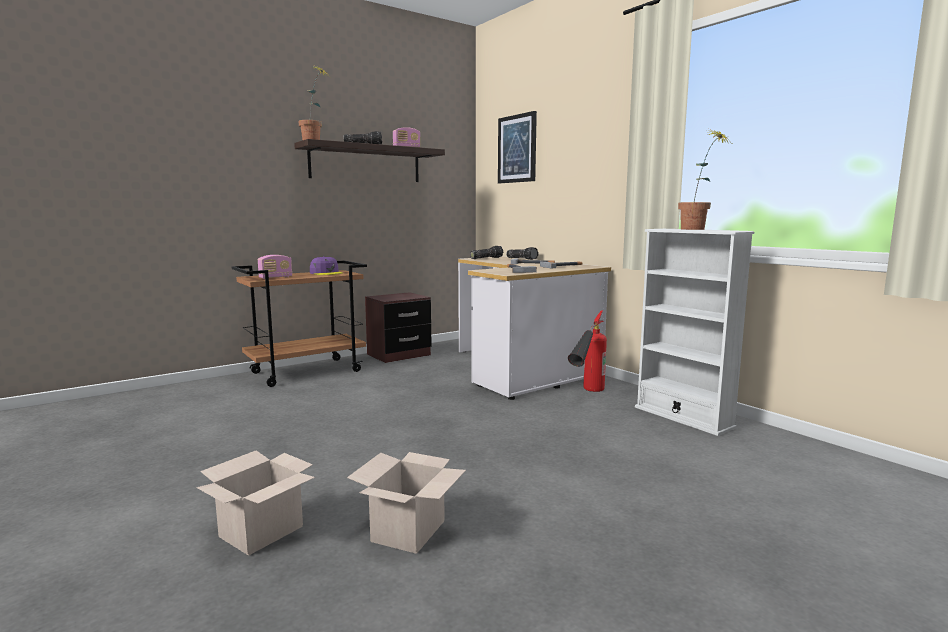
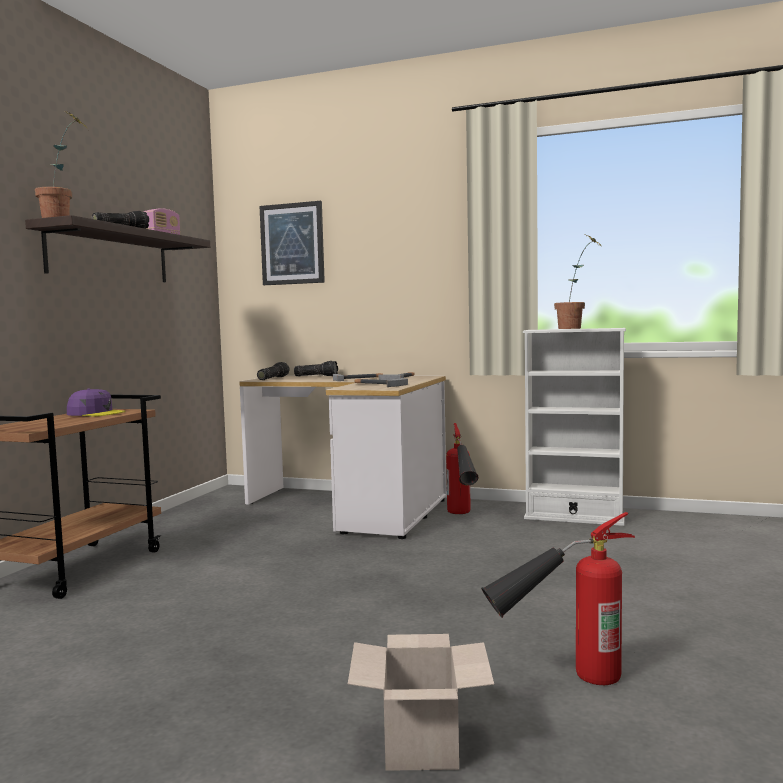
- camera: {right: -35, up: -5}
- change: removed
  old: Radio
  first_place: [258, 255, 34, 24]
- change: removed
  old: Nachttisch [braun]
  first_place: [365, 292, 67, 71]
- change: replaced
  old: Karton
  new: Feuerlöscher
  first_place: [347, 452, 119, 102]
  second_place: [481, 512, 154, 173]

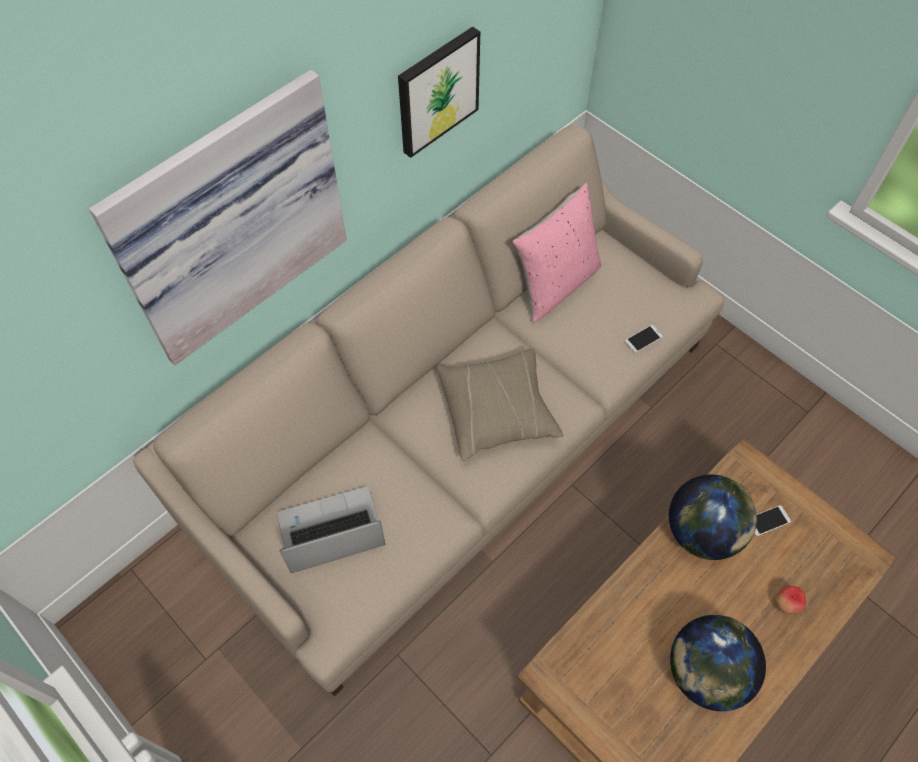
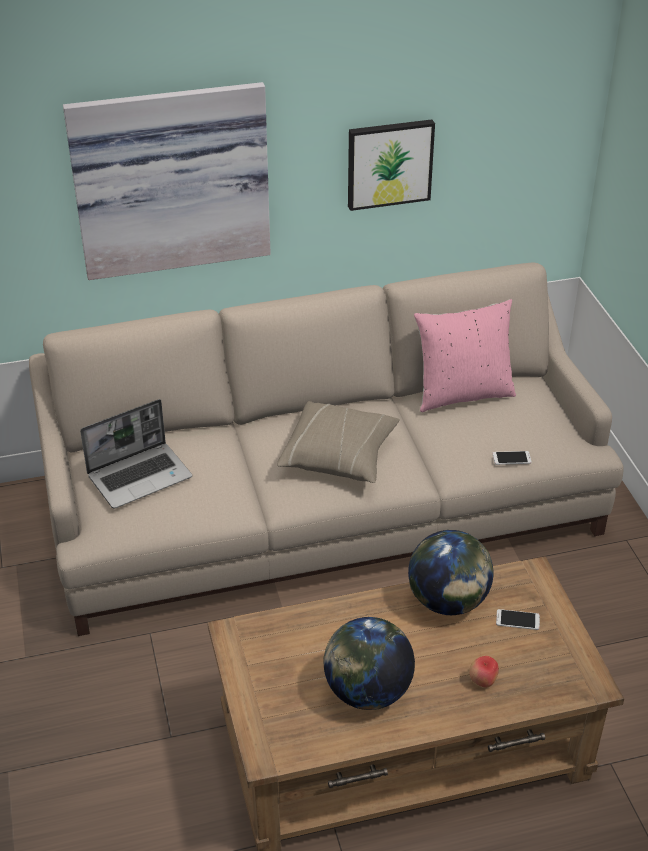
- camera: {right: 30, up: -20}
- change: turned
  old: Laptop
  first_place: [277, 486, 108, 87]
  second_place: [80, 399, 112, 109]
  degrees: 135

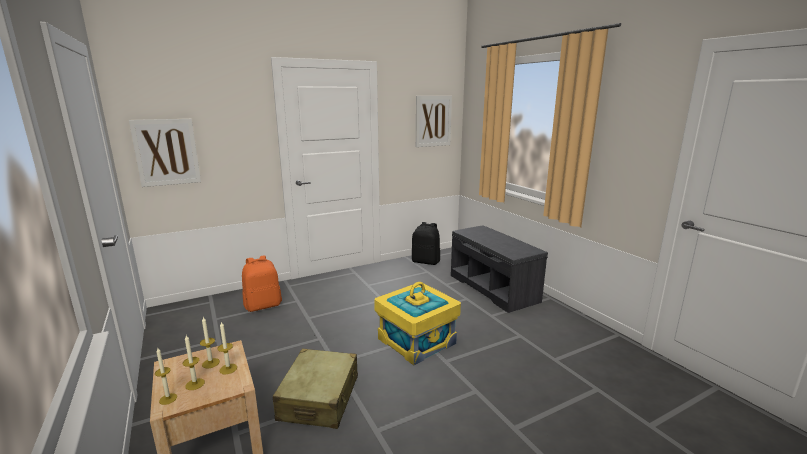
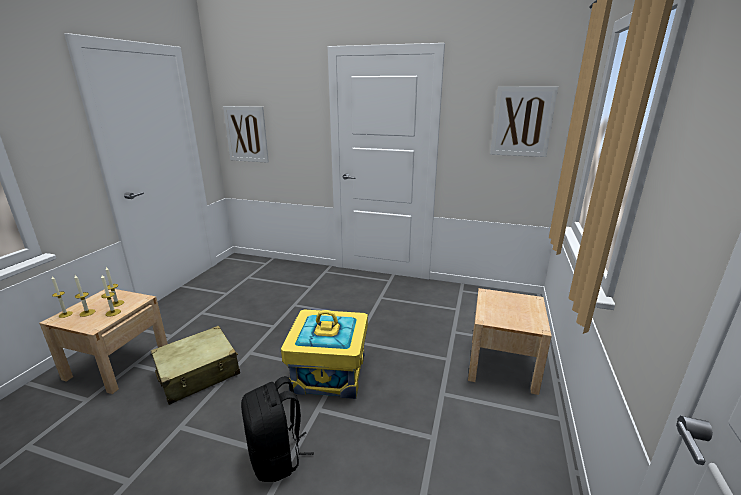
- camera: {right: 45, up: 5}
- change: moved
  old: Rucksack [schwarz]
  first_place: [412, 222, 28, 43]
  second_place: [241, 376, 73, 106]
- change: replaced
  old: Bank [grau]
  new: Nachttisch [beige]
  first_place: [451, 225, 97, 88]
  second_place: [468, 288, 84, 107]
- change: removed
  old: Rucksack [orange]
  first_place: [242, 255, 40, 57]

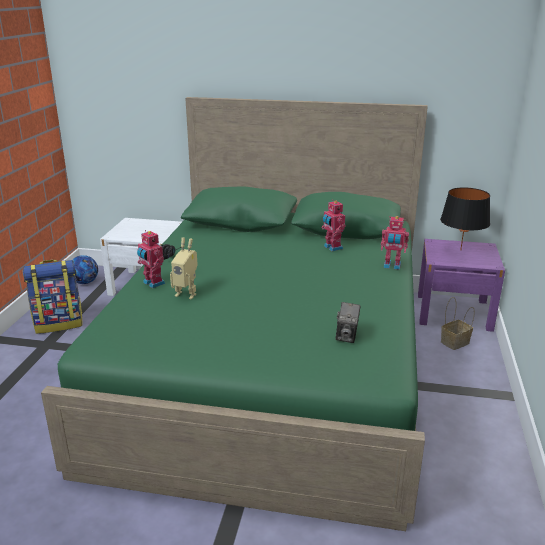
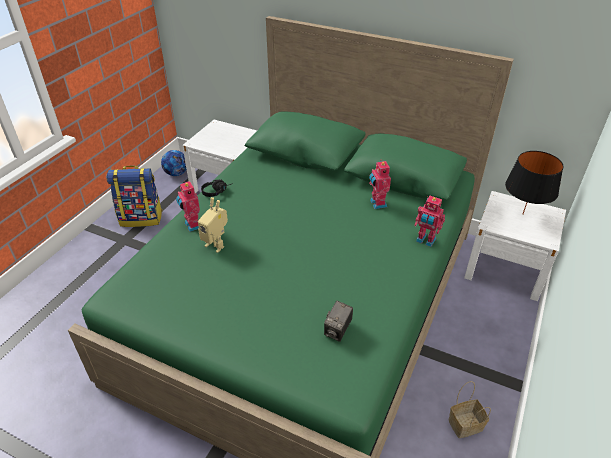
- camera: {right: 15, up: 15}
- change: recoloured
  old: Nachttisch [lila]
  new: Nachttisch [weiß]
  first_place: [418, 239, 87, 93]
  second_place: [464, 191, 102, 110]
- change: moved
  old: Korb
  first_place: [441, 297, 34, 53]
  second_place: [448, 381, 43, 57]

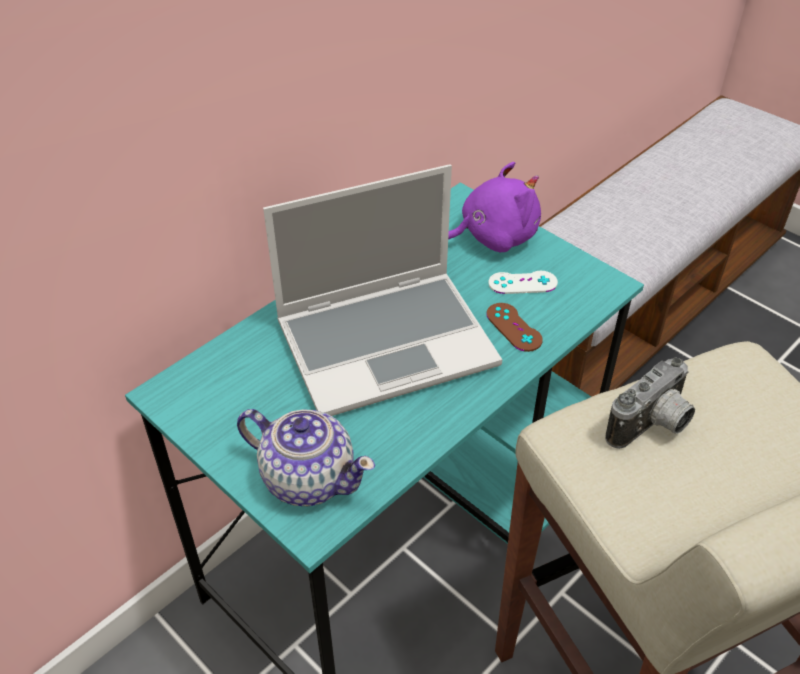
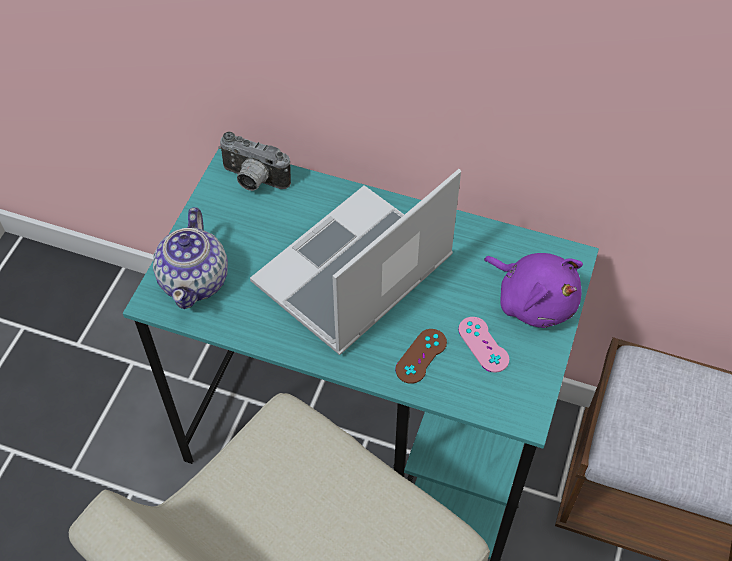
- camera: {right: 65, up: 10}
- change: turned
  old: Laptop
  first_place: [263, 164, 239, 252]
  second_place: [250, 169, 211, 186]
  degrees: 90
- change: recoloured
  old: Gamepad [weiß]
  new: Gamepad [rosa]
  first_place: [488, 271, 70, 23]
  second_place: [458, 317, 51, 56]
- change: moved
  old: Kamera
  first_place: [605, 357, 90, 92]
  second_place: [218, 132, 73, 59]

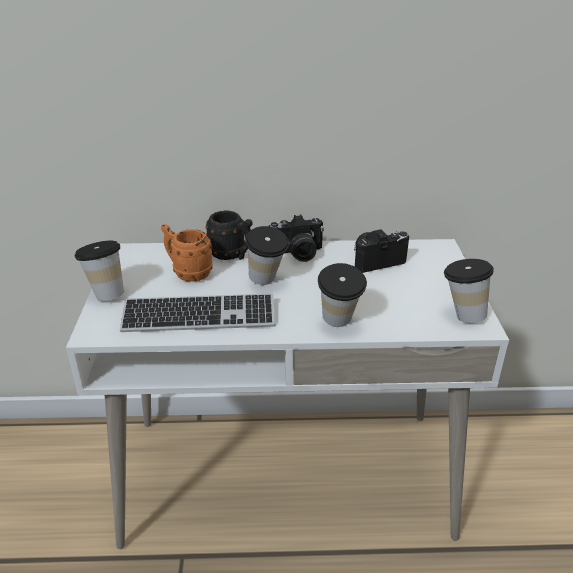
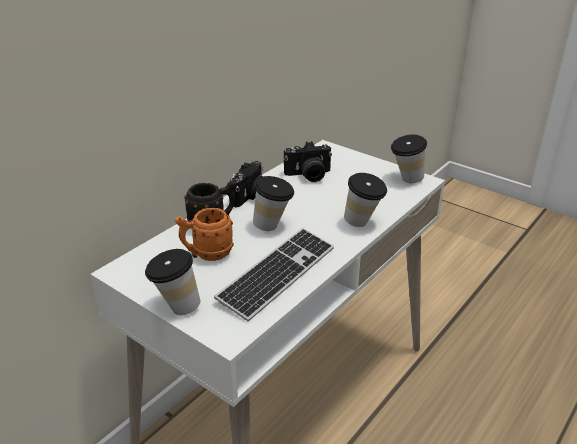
- camera: {right: -50, up: 0}
- change: turned
  old: Kamera
  first_place: [354, 229, 55, 44]
  second_place: [284, 141, 48, 41]
  degrees: -120

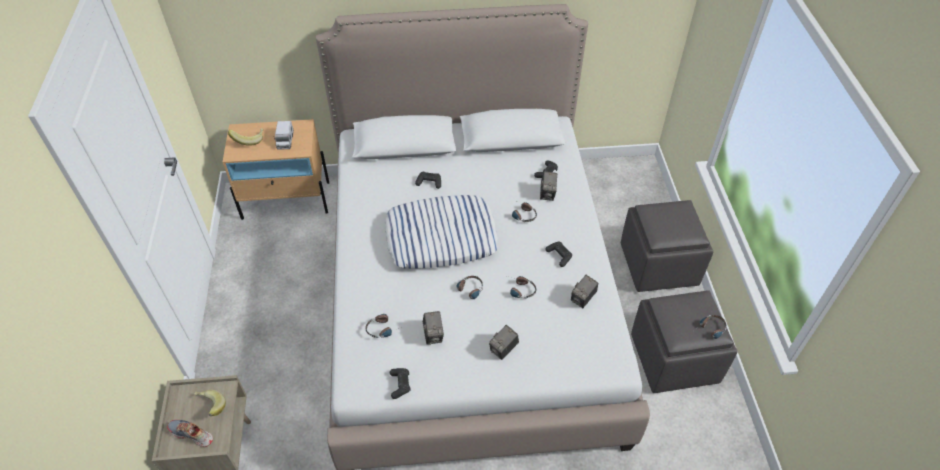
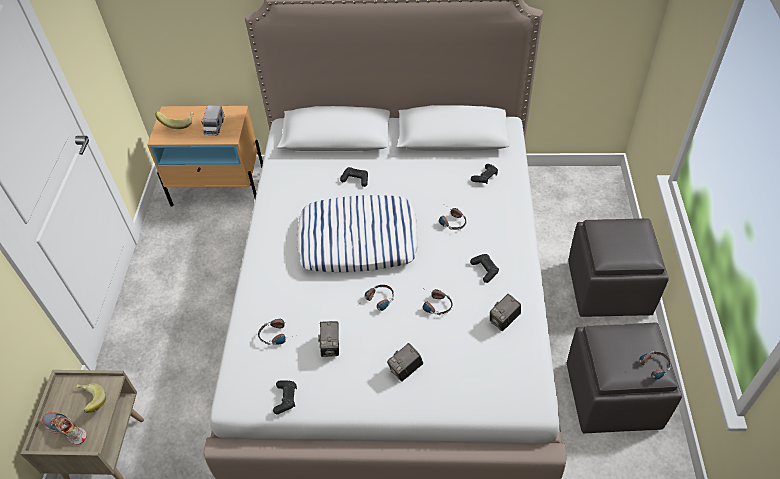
- camera: {right: 10, up: 0}
- change: removed
  old: Kamera
  first_place: [540, 172, 17, 29]

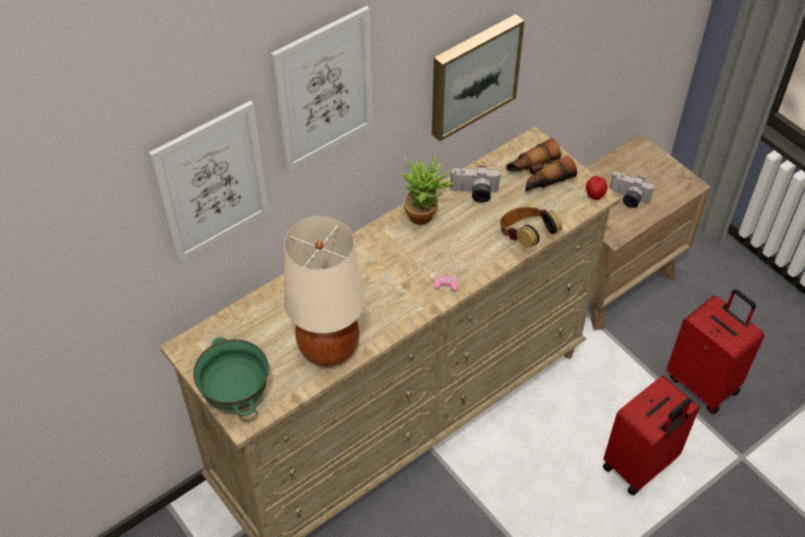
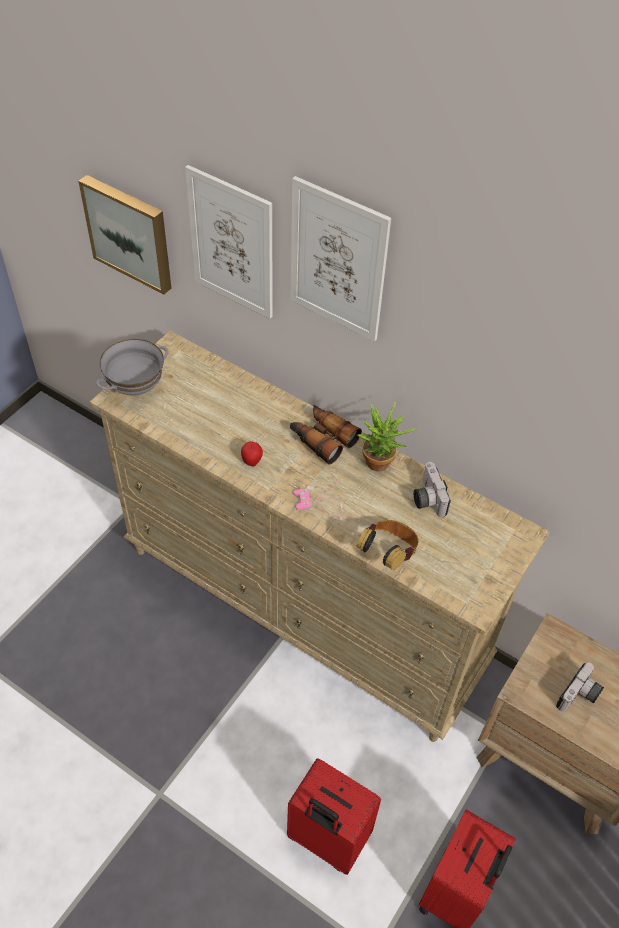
- camera: {right: 70, up: 0}
- change: moved
  old: Bild
  first_place: [432, 14, 92, 128]
  second_place: [79, 175, 92, 119]
- change: moved
  old: Fernglas
  first_place: [506, 138, 71, 53]
  second_place: [290, 405, 72, 60]
- change: turned
  old: Kamera
  first_place: [610, 172, 44, 36]
  second_place: [556, 663, 48, 49]
  degrees: -150
- change: moved
  old: Apfel
  first_place: [586, 176, 22, 24]
  second_place: [241, 441, 22, 26]
- change: removed
  old: Tischlampe [beige]
  first_place: [284, 216, 81, 150]
- change: recoloured
  old: Schüssel [grün]
  new: Schüssel [grau]
  first_place: [193, 337, 76, 79]
  second_place: [96, 339, 73, 58]

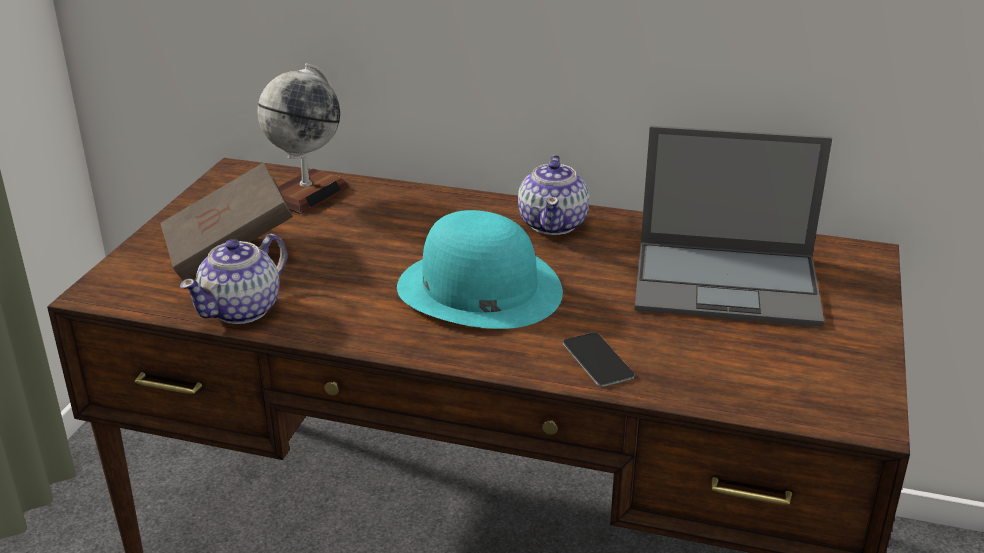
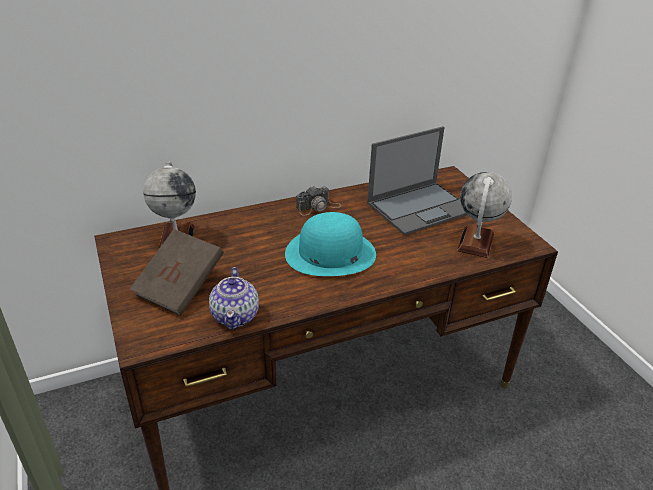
- camera: {right: -40, up: 5}
- change: replaced
  old: Teekanne
  new: Kamera
  first_place: [518, 155, 72, 80]
  second_place: [296, 186, 45, 30]
- change: removed
  old: Handy
  first_place: [563, 333, 71, 54]
- change: added
  new: Globus
  second_place: [457, 172, 55, 86]

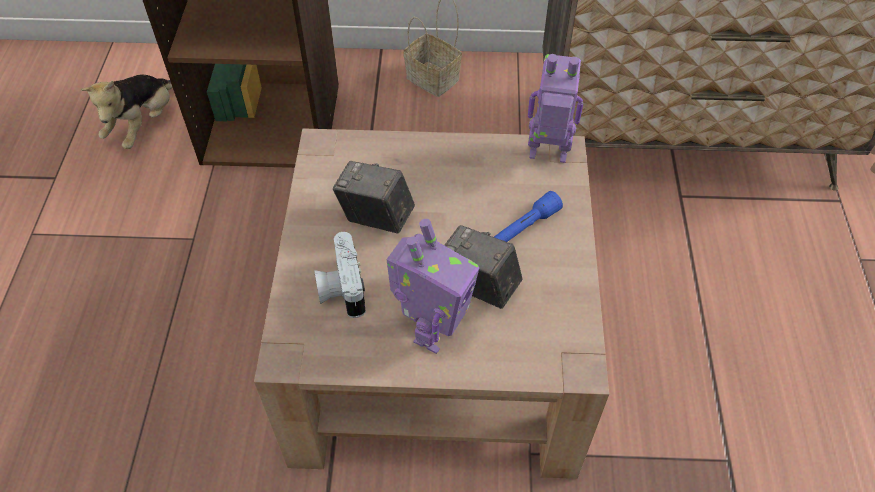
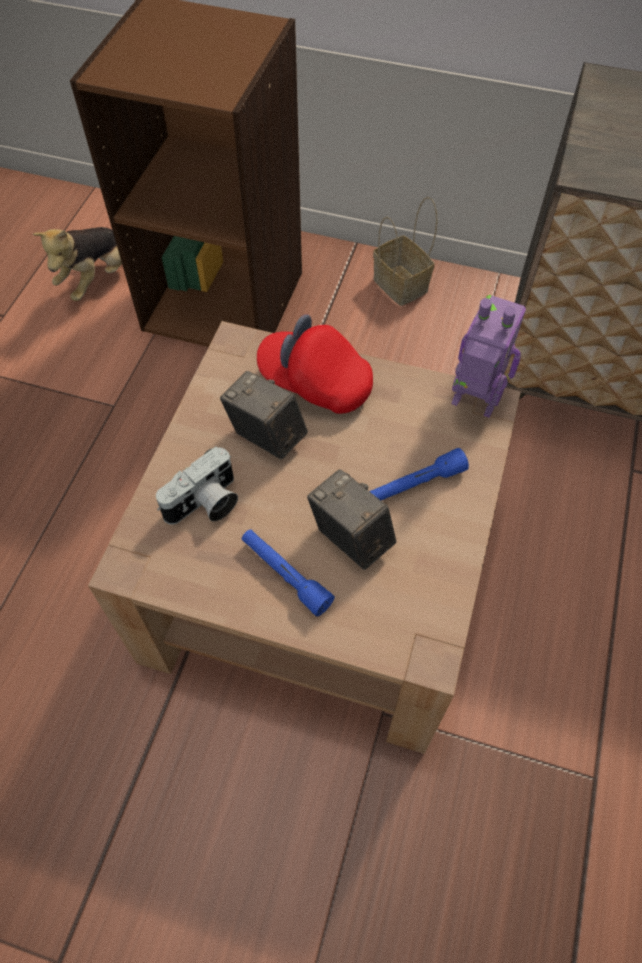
- camera: {right: 15, up: 5}
- change: replaced
  old: Spielzeugroboter
  new: Taschenlampe [blau]
  first_place: [386, 219, 93, 135]
  second_place: [242, 529, 93, 88]
- change: turned
  old: Kamera
  first_place: [314, 232, 52, 86]
  second_place: [156, 446, 82, 79]
  degrees: -135
- change: added
  new: Kappe [rot]
  second_place: [257, 314, 116, 100]

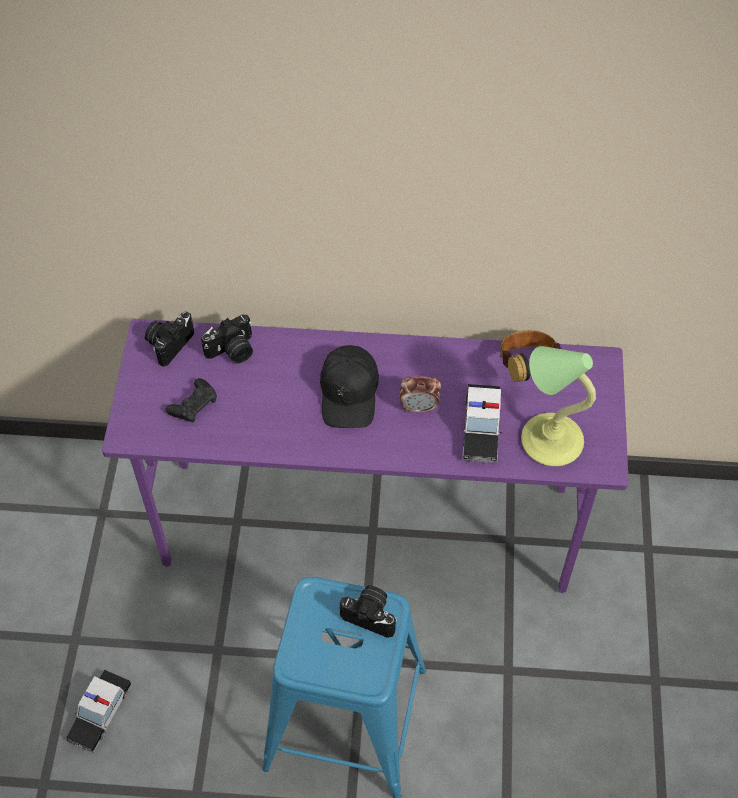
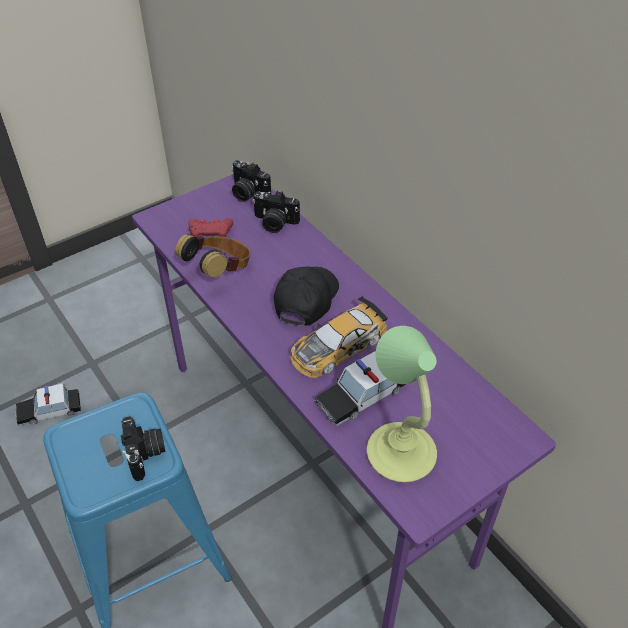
- camera: {right: 50, up: -10}
- change: turned
  old: Kamera
  first_place: [145, 311, 49, 56]
  second_place: [231, 160, 40, 42]
  degrees: -135
- change: moved
  old: Kopfhörer
  first_place: [500, 330, 62, 52]
  second_place: [175, 234, 76, 44]
- change: turned
  old: Kappe [schwarz]
  first_place: [320, 345, 59, 83]
  second_place: [274, 266, 65, 60]
  degrees: 150
- change: replaced
  old: Wecker
  new: Spielzeugauto
  first_place: [400, 376, 41, 37]
  second_place: [290, 296, 98, 82]
- change: recoloured
  old: Gamepad [schwarz]
  new: Gamepad [rot]
  first_place: [166, 378, 51, 45]
  second_place: [188, 218, 45, 19]

